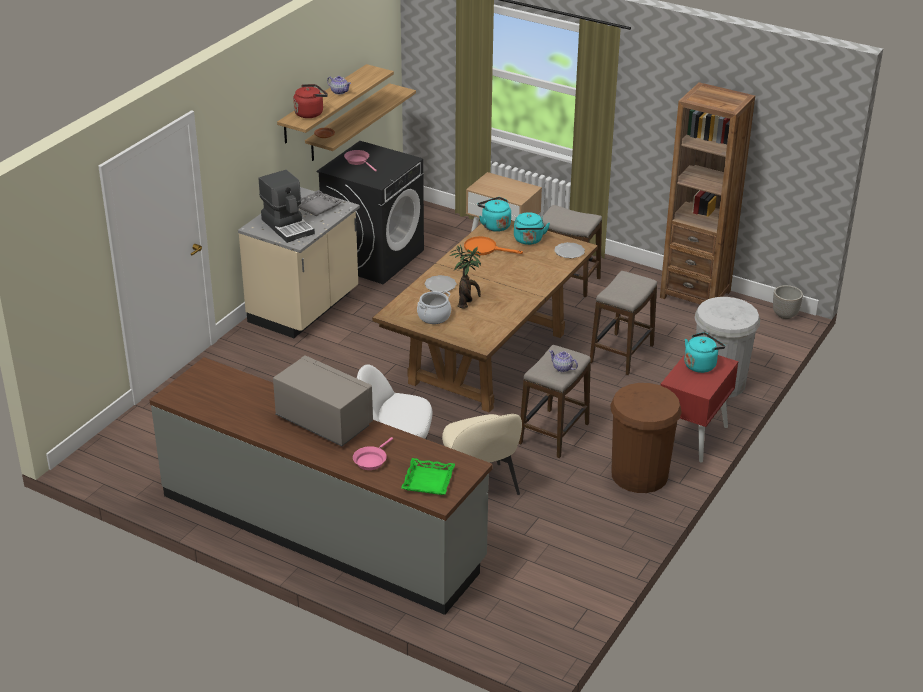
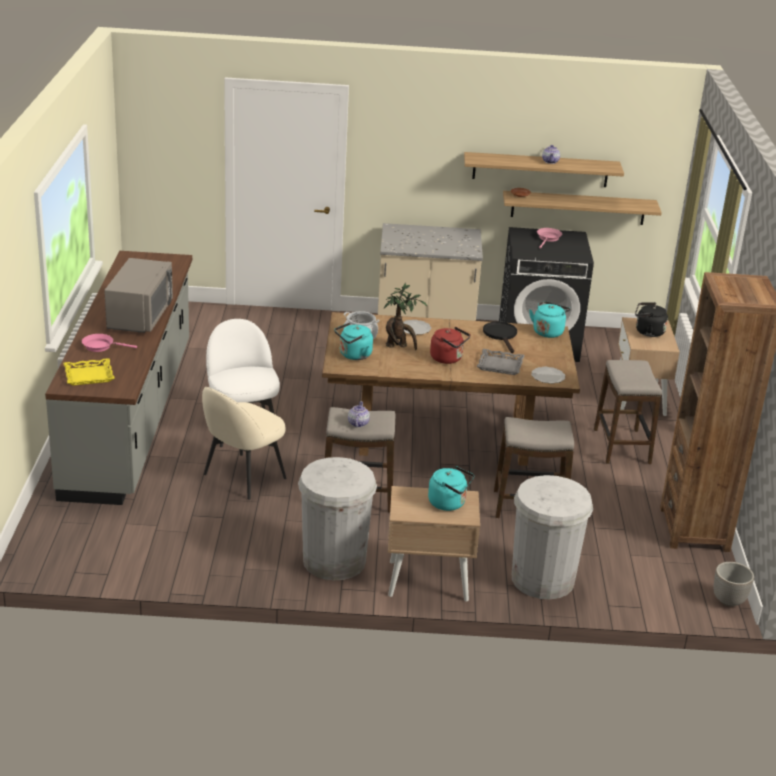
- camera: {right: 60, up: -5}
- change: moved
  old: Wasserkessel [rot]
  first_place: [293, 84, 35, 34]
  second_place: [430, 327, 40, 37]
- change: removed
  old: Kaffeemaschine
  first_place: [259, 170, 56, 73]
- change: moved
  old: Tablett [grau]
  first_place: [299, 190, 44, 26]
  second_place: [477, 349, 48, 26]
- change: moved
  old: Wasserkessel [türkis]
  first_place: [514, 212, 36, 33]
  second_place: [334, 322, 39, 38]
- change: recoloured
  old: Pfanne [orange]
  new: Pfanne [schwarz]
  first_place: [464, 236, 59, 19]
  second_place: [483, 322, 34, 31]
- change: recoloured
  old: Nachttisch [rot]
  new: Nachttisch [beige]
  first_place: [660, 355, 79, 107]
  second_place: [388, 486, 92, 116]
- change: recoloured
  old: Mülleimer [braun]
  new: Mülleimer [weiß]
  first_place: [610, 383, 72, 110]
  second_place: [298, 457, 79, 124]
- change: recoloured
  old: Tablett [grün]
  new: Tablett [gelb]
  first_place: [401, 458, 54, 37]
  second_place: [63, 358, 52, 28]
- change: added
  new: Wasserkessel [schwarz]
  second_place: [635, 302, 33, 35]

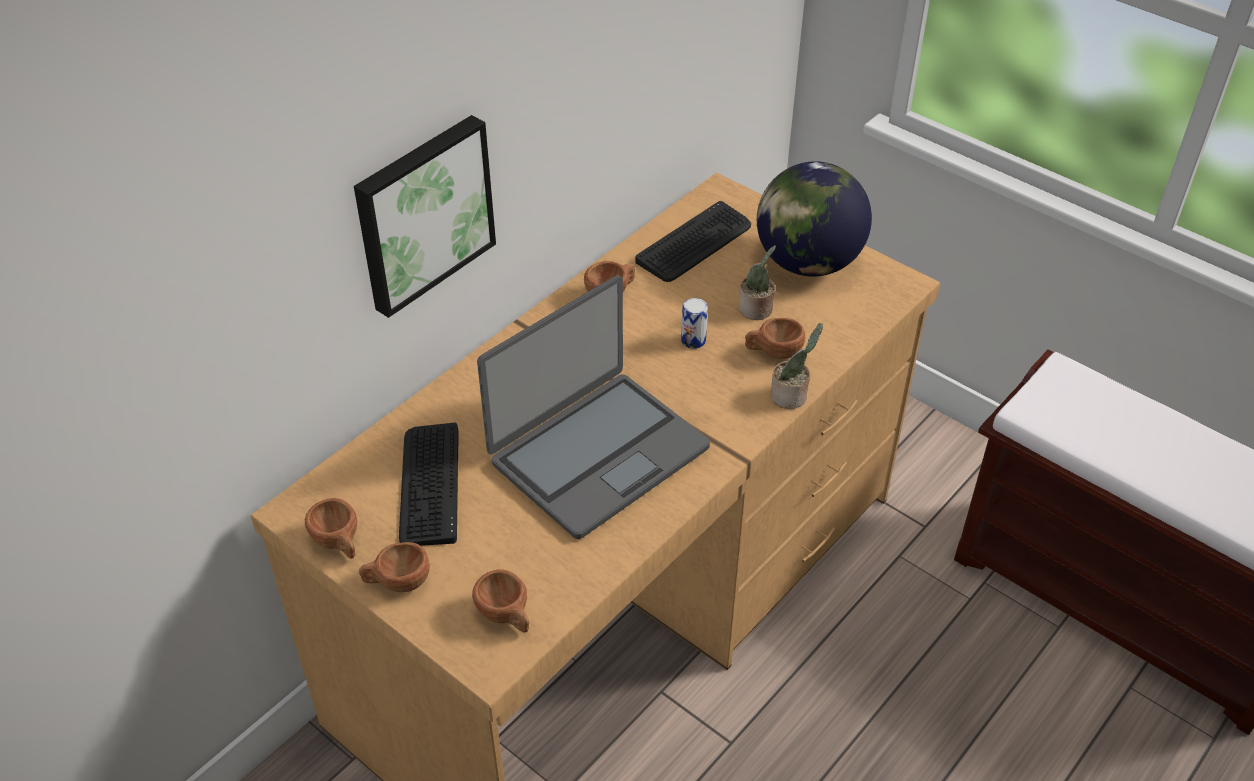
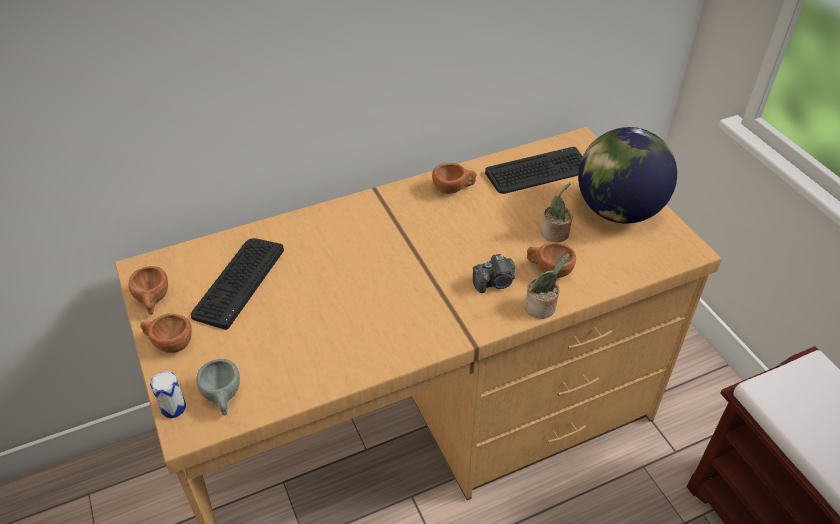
- camera: {right: 25, up: 0}
- change: removed
  old: Bild
  first_place: [354, 115, 142, 203]
- change: removed
  old: Laptop
  first_place: [477, 275, 233, 264]
- change: moved
  old: Dose
  first_place: [681, 298, 27, 51]
  second_place: [150, 371, 36, 47]
- change: recoloured
  old: Tasse [braun]
  new: Tasse [grau]
  first_place: [472, 569, 57, 64]
  second_place: [197, 359, 43, 57]
- change: added
  new: Kamera
  second_place: [473, 254, 42, 39]

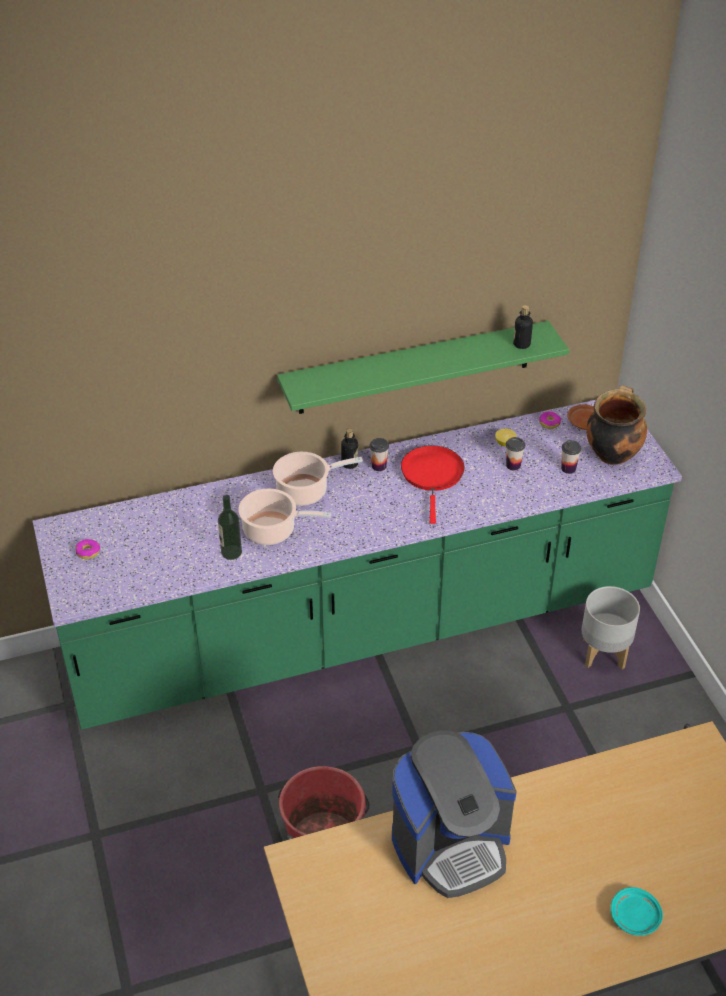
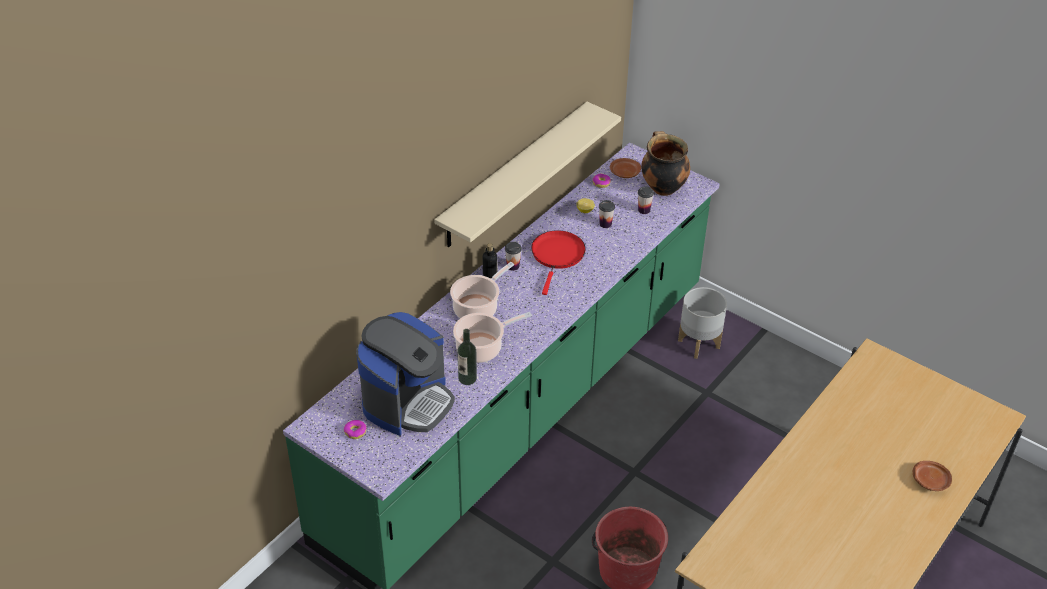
- camera: {right: -35, up: 0}
- change: removed
  old: Flasche
  first_place: [513, 305, 20, 44]
- change: recoloured
  old: Wandregal [grün]
  new: Wandregal [beige]
  first_place: [277, 321, 292, 93]
  second_place: [434, 102, 187, 145]
- change: turned
  old: Pfanne [rot]
  first_place: [401, 445, 64, 79]
  second_place: [531, 230, 55, 65]
  degrees: 45
- change: moved
  old: Kaffeemaschine
  first_place: [392, 731, 125, 167]
  second_place: [356, 312, 99, 124]
- change: recoloured
  old: Teller [türkis]
  new: Teller [braun]
  first_place: [611, 887, 52, 49]
  second_place: [913, 461, 39, 30]

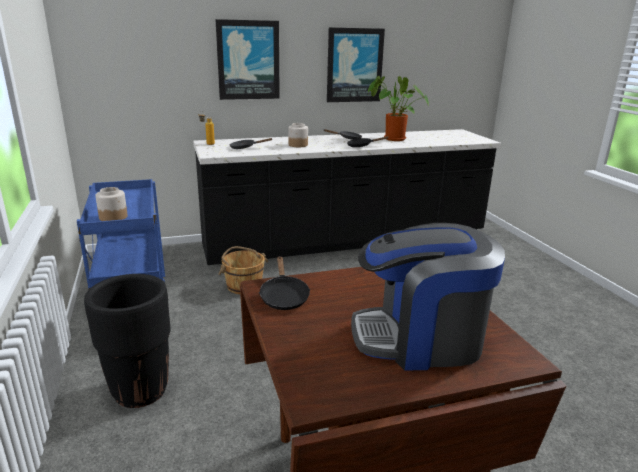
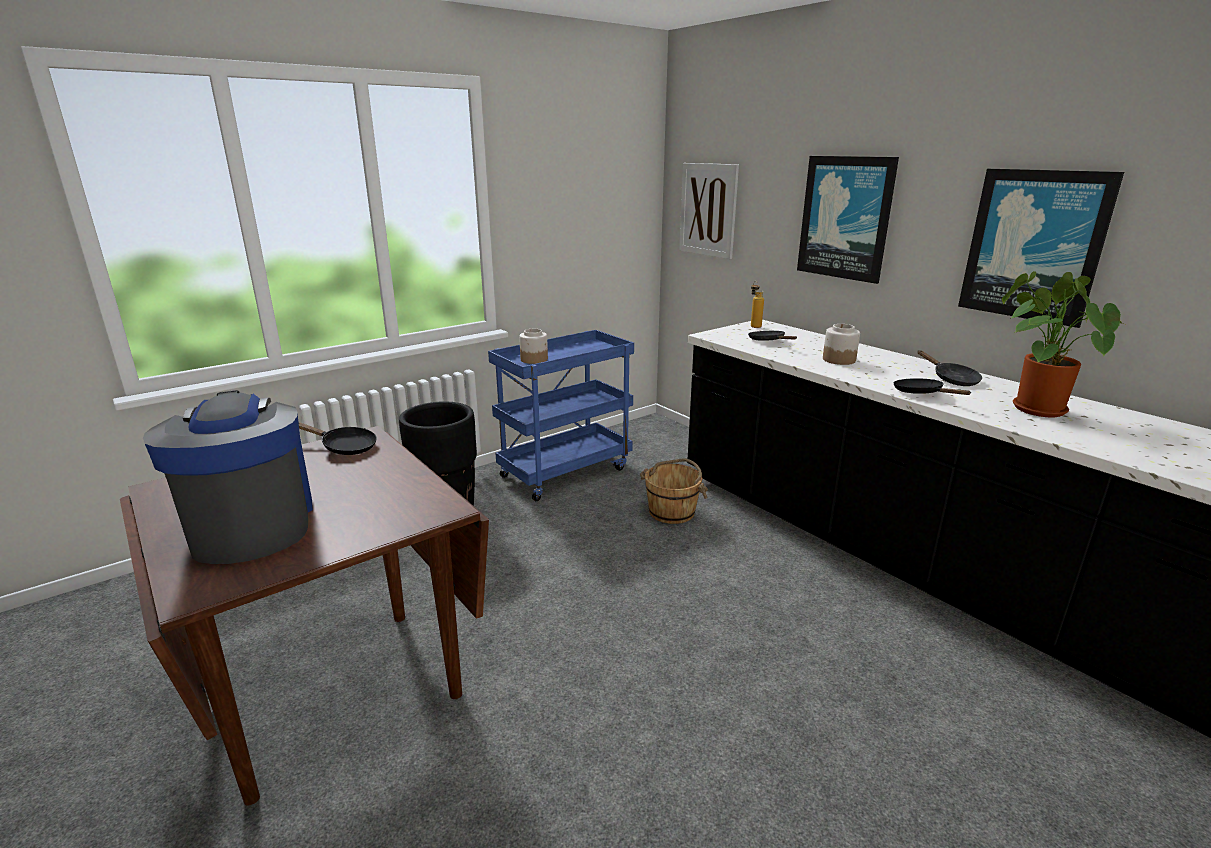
- camera: {right: 70, up: 0}
- change: turned
  old: Pfanne [schwarz]
  first_place: [259, 256, 51, 54]
  second_place: [299, 422, 78, 33]
  degrees: -135
- change: added
  new: Bild
  second_place: [679, 163, 60, 96]

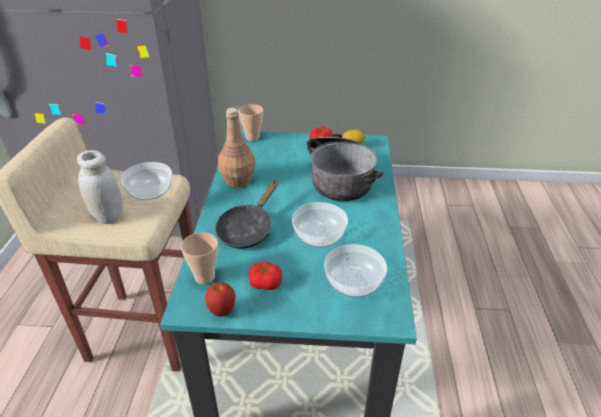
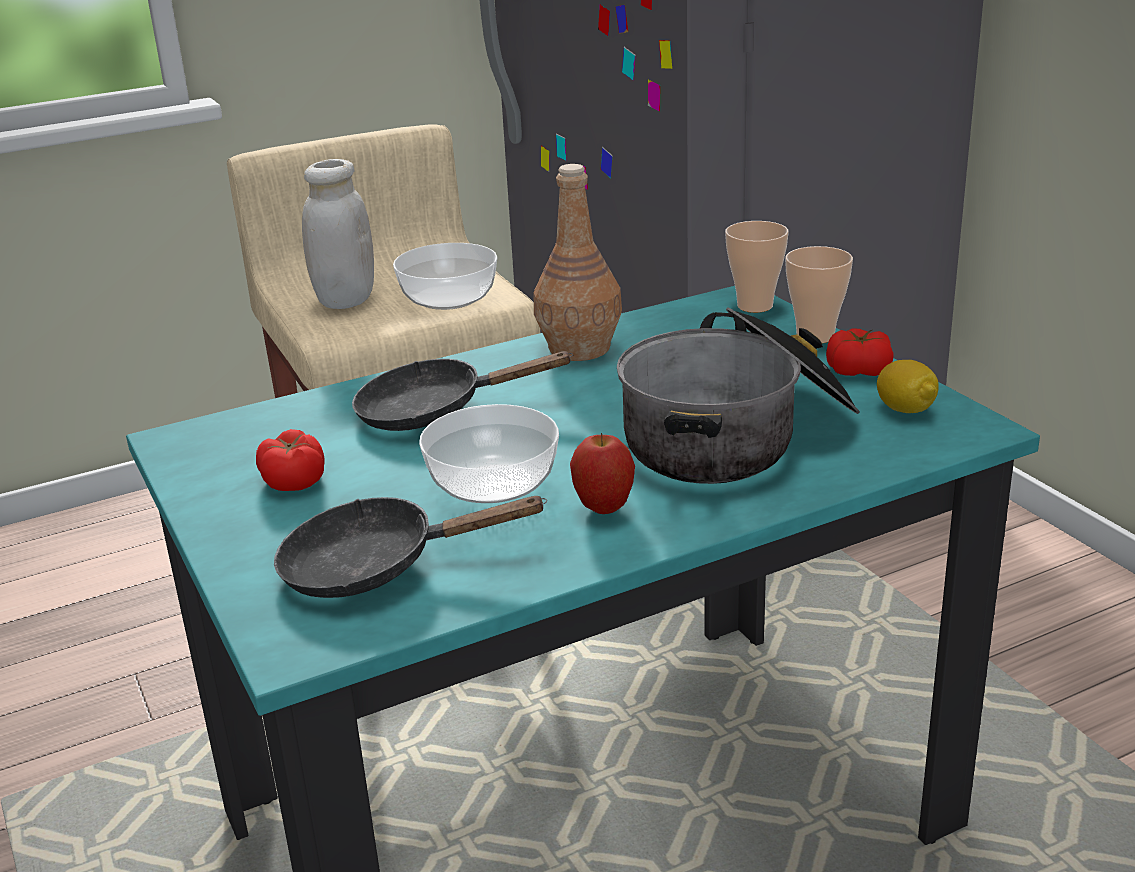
- camera: {right: 60, up: -10}
- change: moved
  old: Tasse
  first_place: [181, 232, 37, 52]
  second_place: [785, 246, 68, 97]
- change: replaced
  old: Schüssel
  new: Pfanne [schwarz]
  first_place: [324, 244, 63, 53]
  second_place: [274, 496, 273, 102]
- change: moved
  old: Apfel
  first_place: [205, 282, 30, 35]
  second_place: [570, 433, 65, 81]

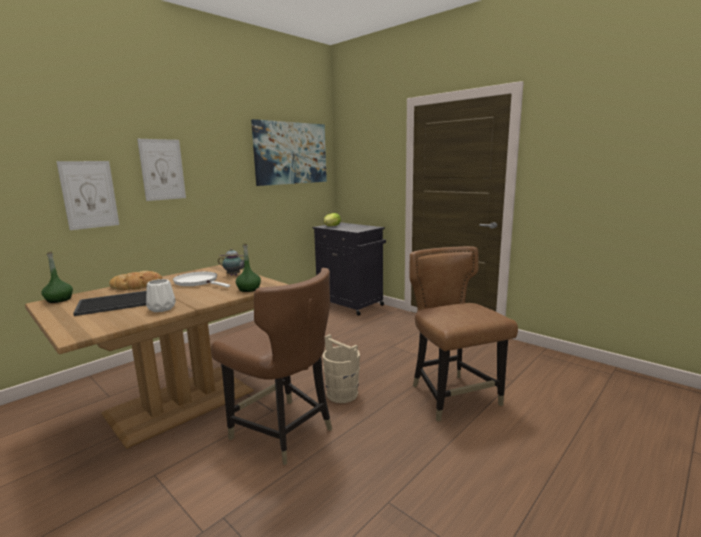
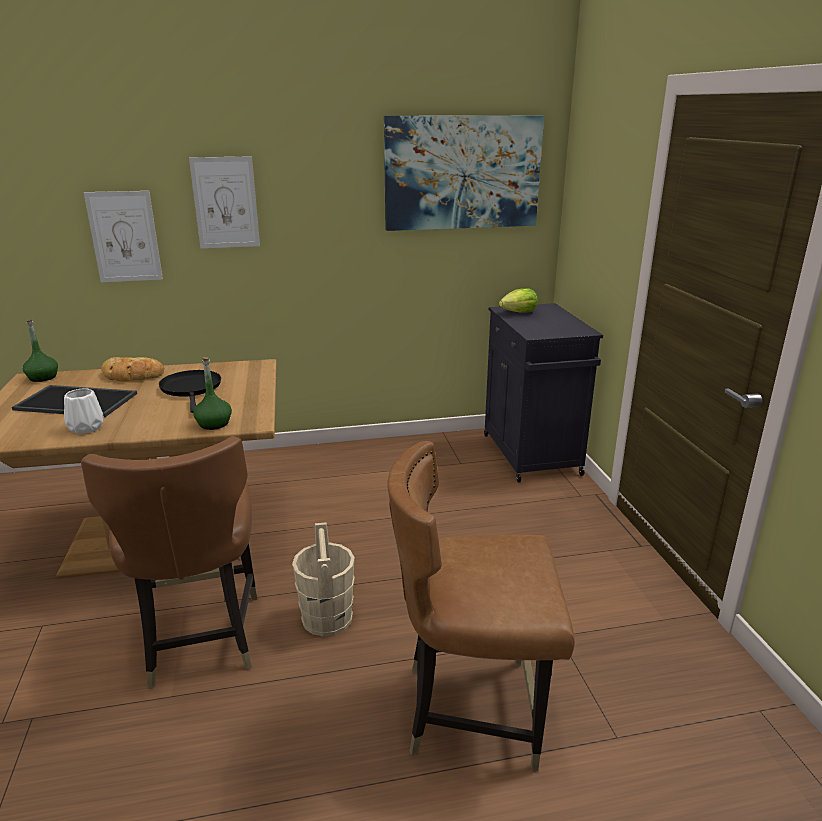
- camera: {right: 35, up: 10}
- change: turned
  old: Stuhl [braun]
  first_place: [409, 246, 109, 176]
  second_place: [388, 441, 187, 330]
  degrees: -105
- change: removed
  old: Teekanne
  first_place: [218, 248, 26, 28]
- change: recoloured
  old: Pfanne [weiß]
  new: Pfanne [schwarz]
  first_place: [173, 272, 57, 15]
  second_place: [159, 370, 62, 43]

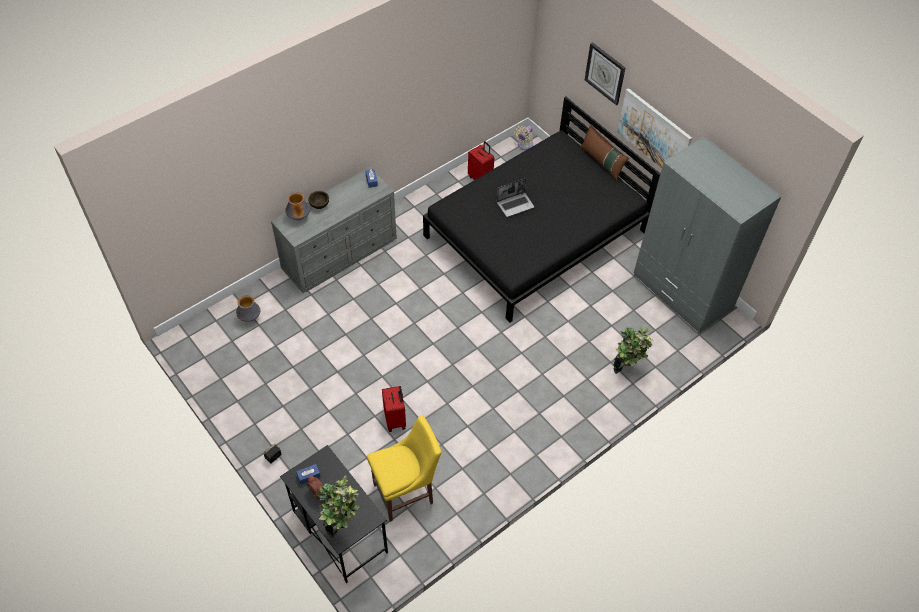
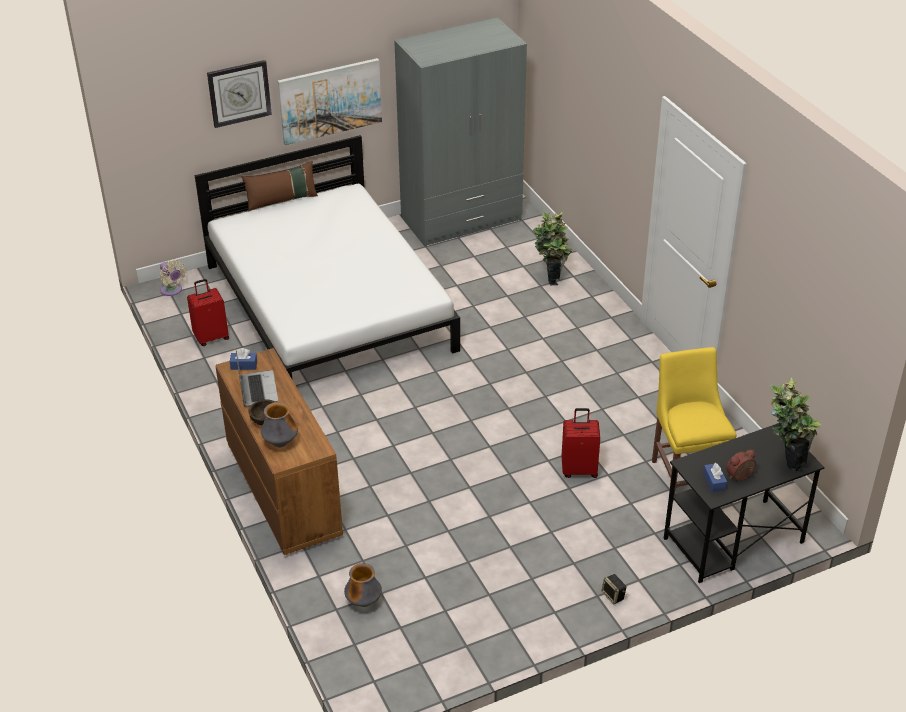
- camera: {right: -75, up: -15}
- change: recoloured
  old: Bett [schwarz]
  new: Bett [weiß]
  first_place: [423, 97, 237, 226]
  second_place: [195, 135, 265, 243]
- change: recoloured
  old: Kommode [grau]
  new: Kommode [braun]
  first_place: [271, 167, 126, 126]
  second_place: [215, 348, 128, 207]
- change: moved
  old: Laptop
  first_place: [497, 178, 37, 39]
  second_place: [236, 351, 42, 56]

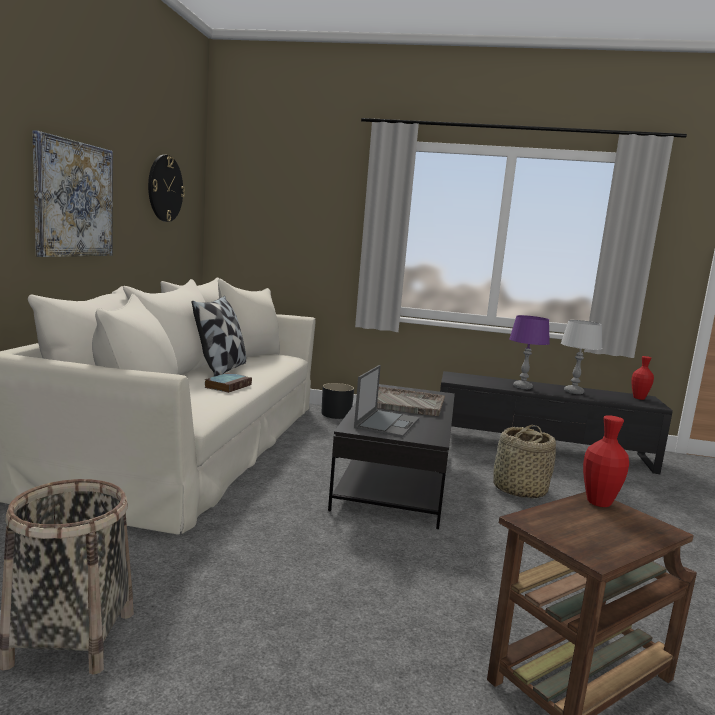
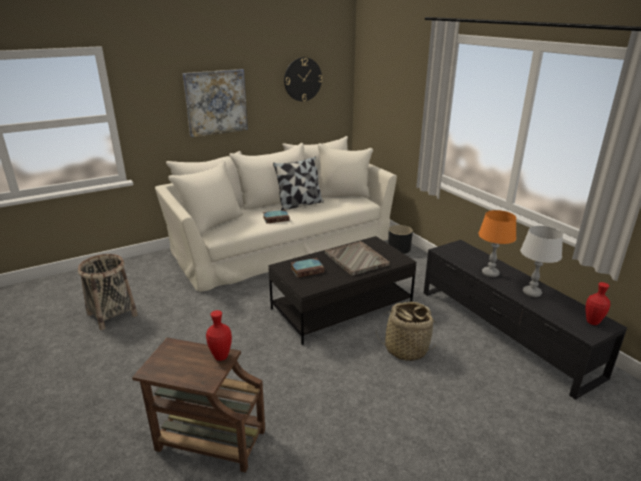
- camera: {right: 50, up: 15}
- change: recoloured
  old: Tischlampe [lila]
  new: Tischlampe [orange]
  first_place: [509, 315, 41, 74]
  second_place: [478, 210, 38, 67]
- change: replaced
  old: Laptop
  new: Buch
  first_place: [354, 365, 65, 72]
  second_place: [291, 258, 33, 20]

